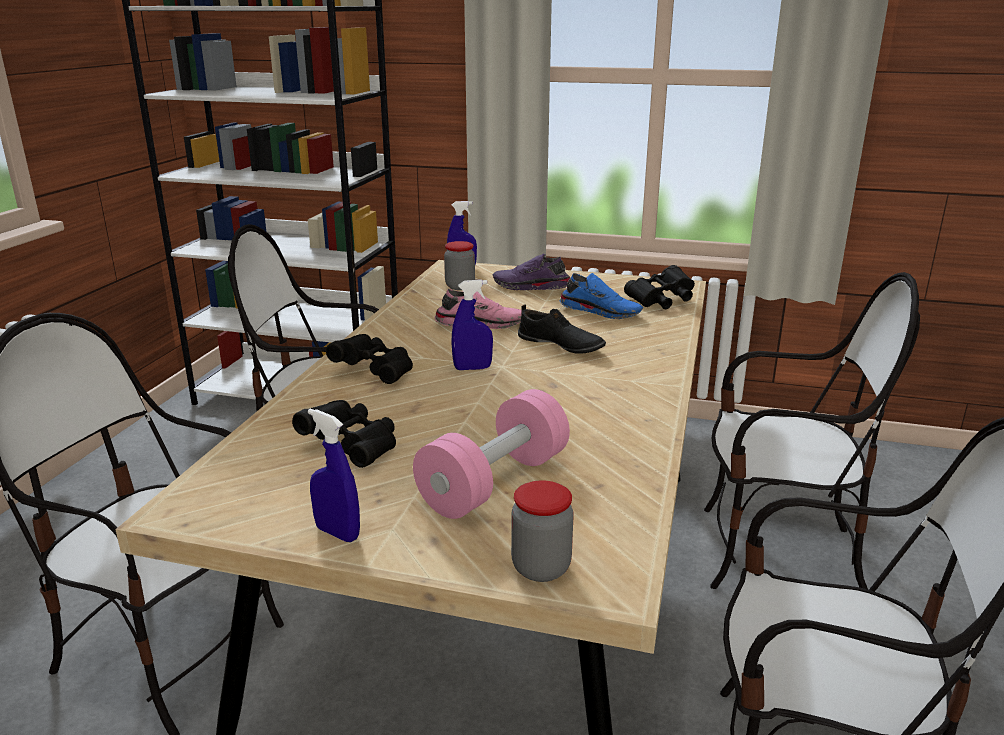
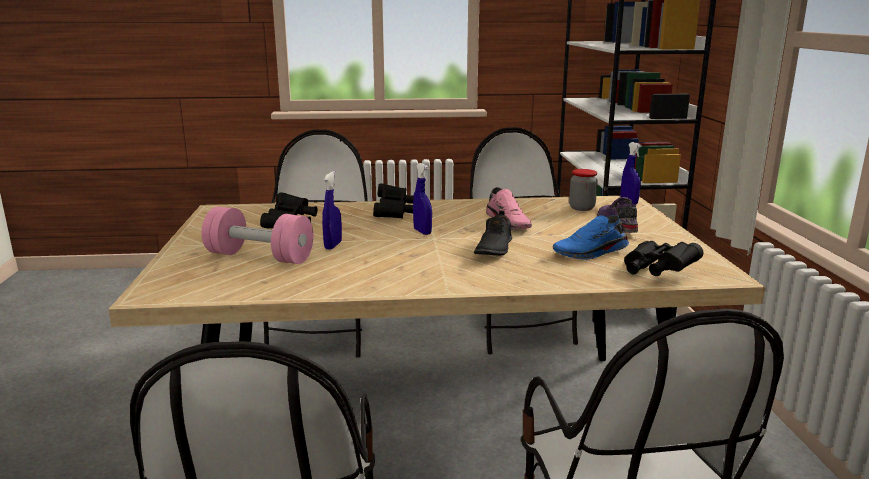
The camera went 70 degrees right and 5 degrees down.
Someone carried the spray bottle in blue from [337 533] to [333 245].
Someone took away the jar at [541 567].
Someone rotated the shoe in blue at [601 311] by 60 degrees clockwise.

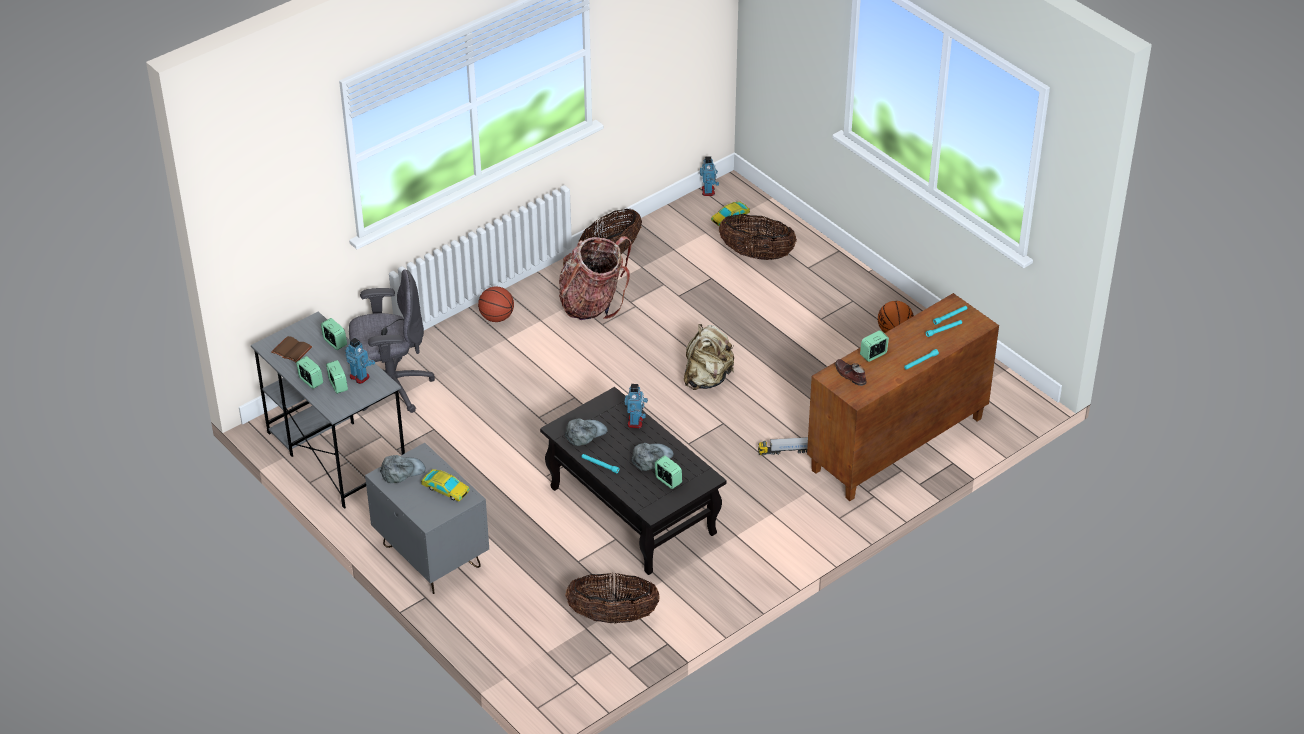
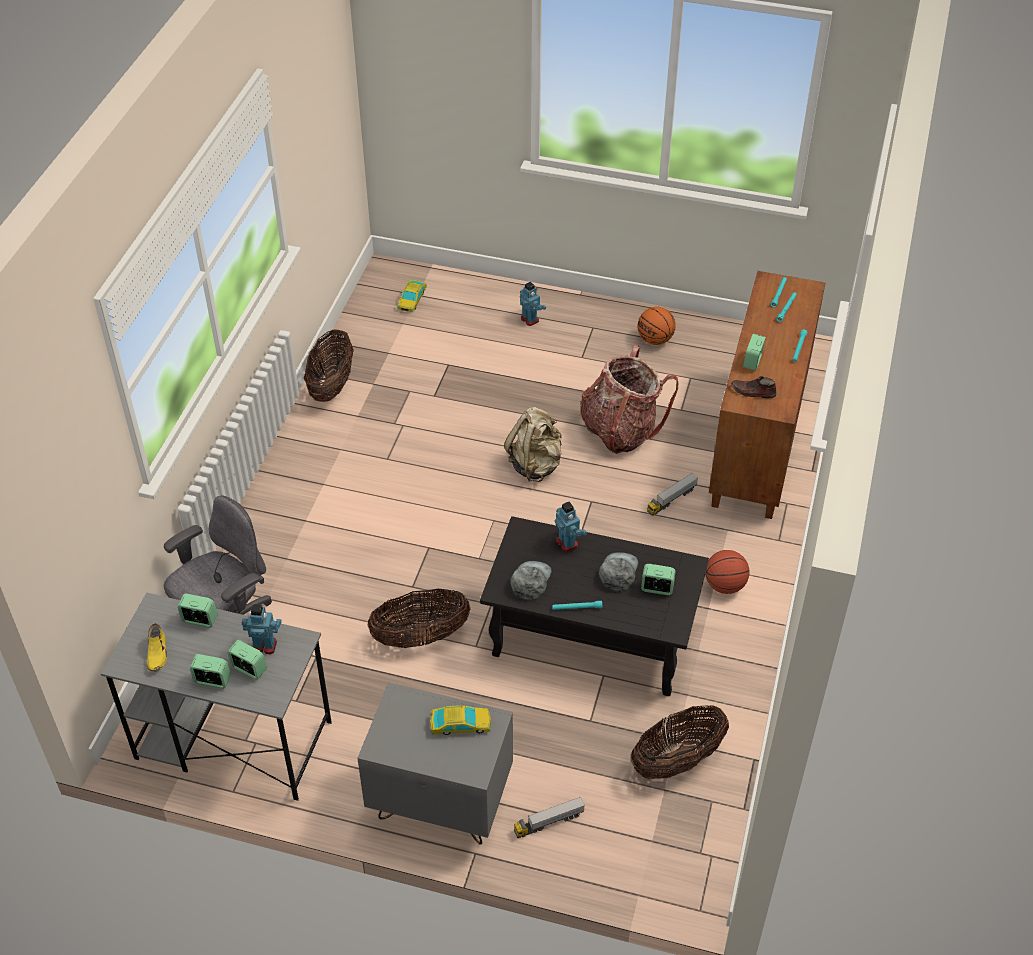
The camera went 35 degrees left and 5 degrees up.
Someone swapped the book in brown at [293 350] for the shoe in yellow at [157 653].
Someone took away the cap in grey at [402 471].
Someone carried the basketball from [497 317] to [725 585].
Someone carried the backpack from [593 303] to [621 430].
Someone carried the toy robot from [708 191] to [530 319].
Someone carried the basket from [756 254] to [420 637].
Someone put down the toy truck at [548 822].

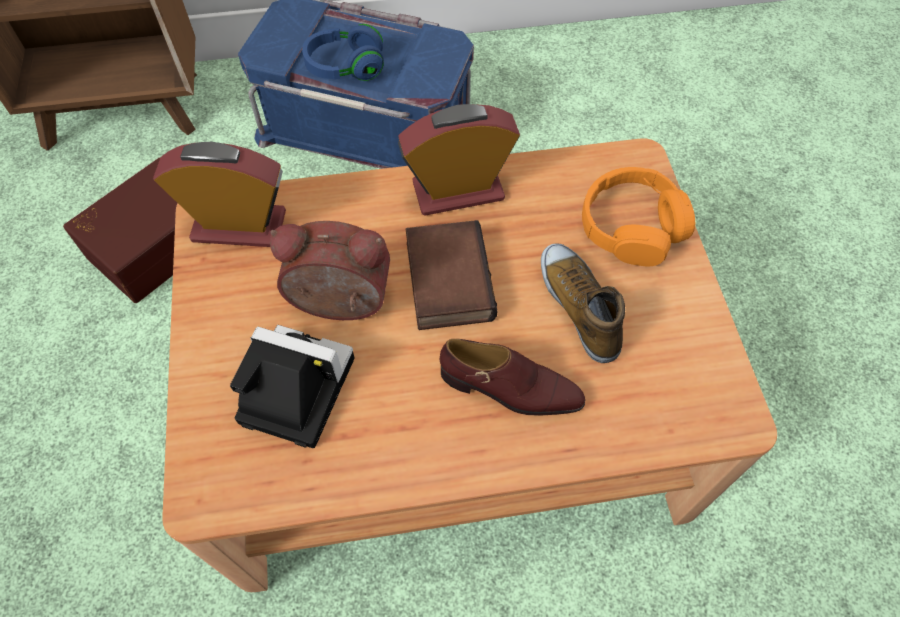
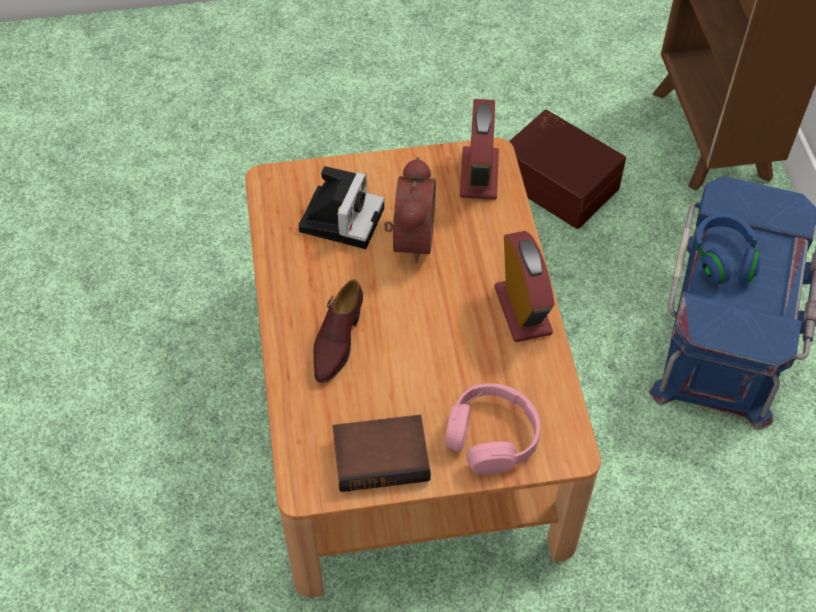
The camera went 90 degrees right and 5 degrees down.
Someone carried the book from [445 280] to [382 456].
Someone took away the shoe at [579 306].
Someone repainted the headphones in orange at [632 226], which became the headphones in pink at [491 436].

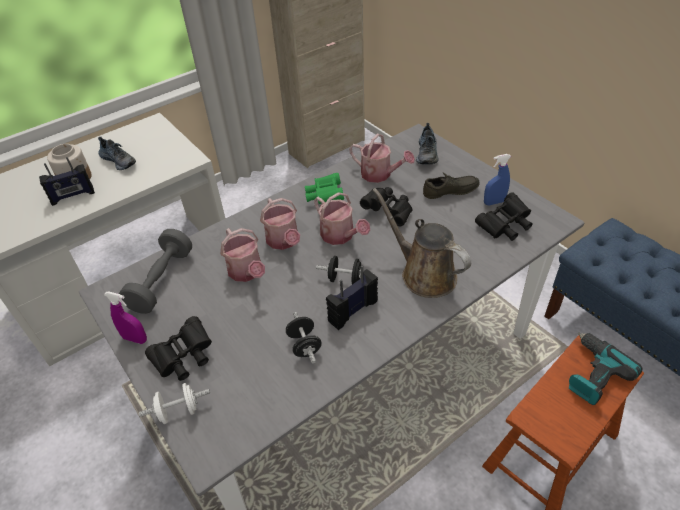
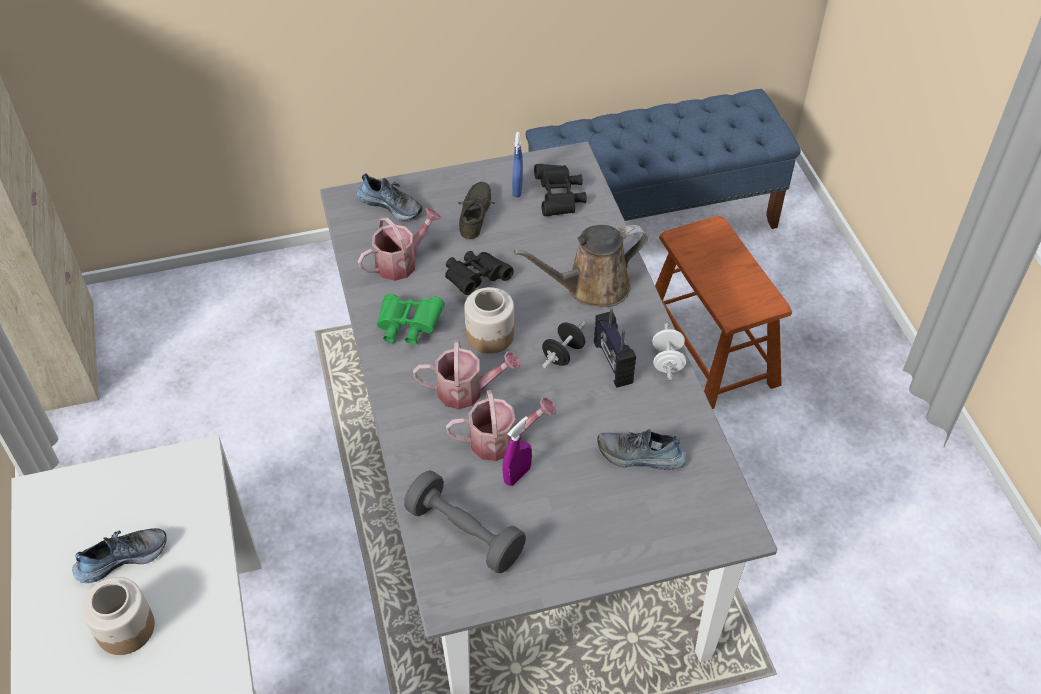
The camera went 70 degrees left and 5 degrees up.
Someone took away the radio at [73 196].
Someone carried the spray bottle in purple from [135 339] to [517 475].
Someone carried the dumbbell in white from [179 411] to [667 361].
Someone took away the binoculars in black at [184 358].
Someone took away the dumbbell in black at [304 345].
Someone swapped the watering can at [340 236] for the jar at [490 335].
Someone took away the power drill at [592 373].
Someone put down the shoe at [640 456].

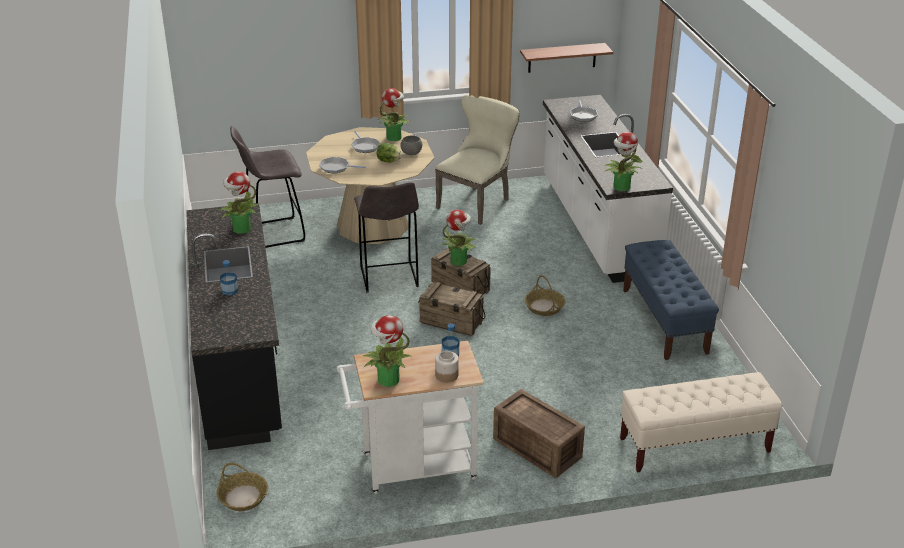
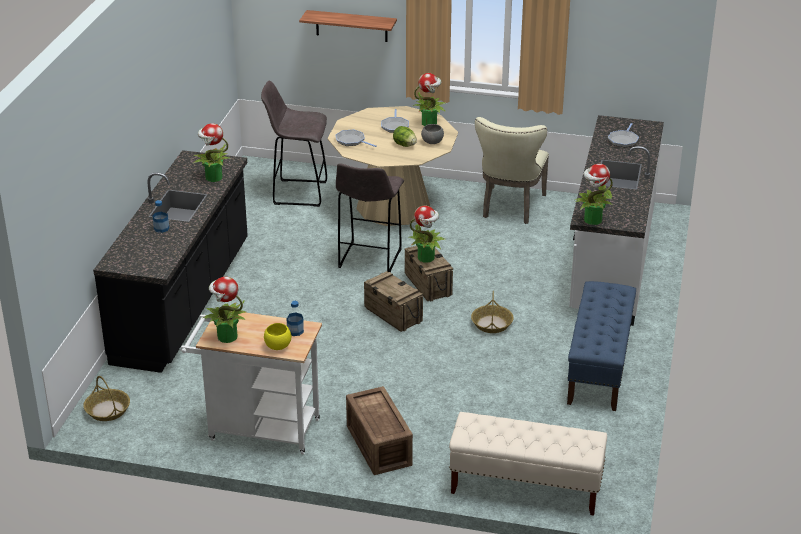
The camera went 25 degrees right and 0 degrees up.
Someone rotated the chair in beige at [477 202] by 135 degrees clockwise.
Someone swapped the jar at [446 375] for the bowl in yellow at [277 346].
Someone carried the shelf from [562 57] to [351 26].

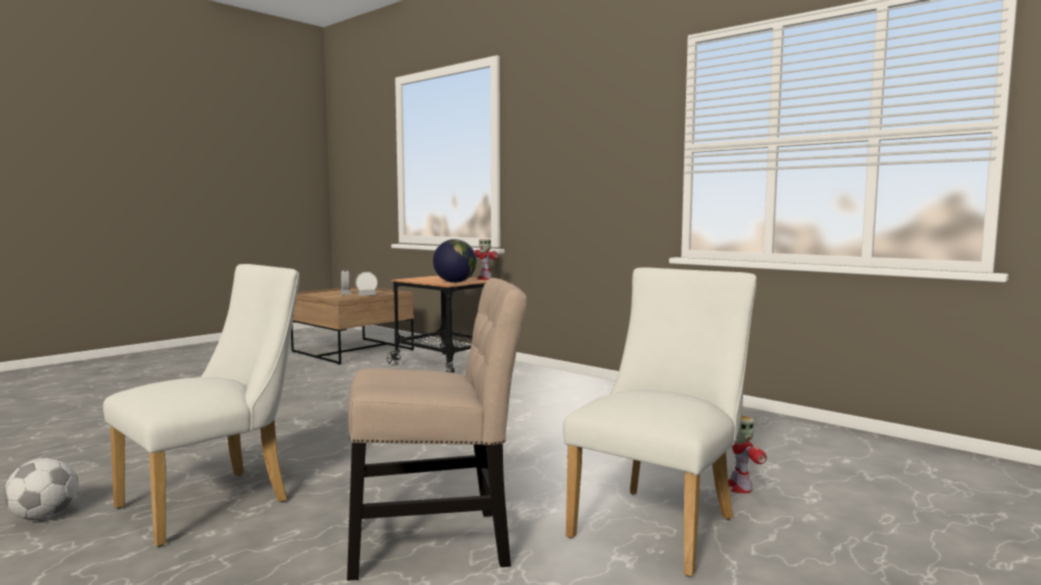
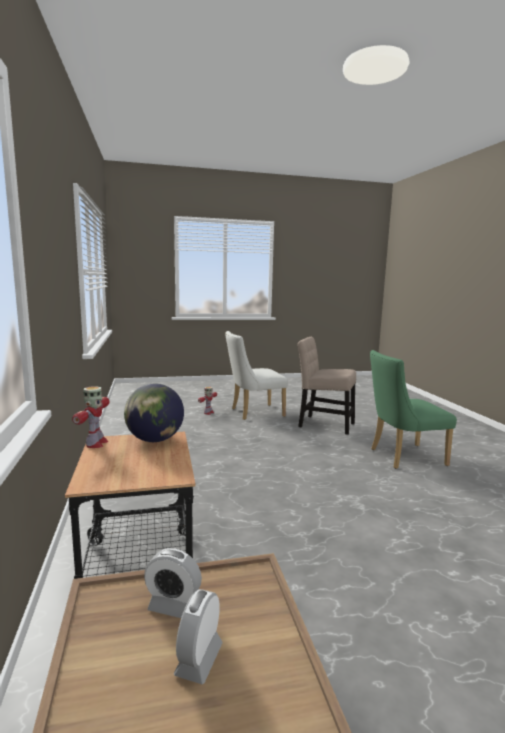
The camera went 145 degrees left and 5 degrees up.
Someone took away the football at [44 517].
Someone repainted the chair in white at [216 501], which became the chair in green at [402 457].

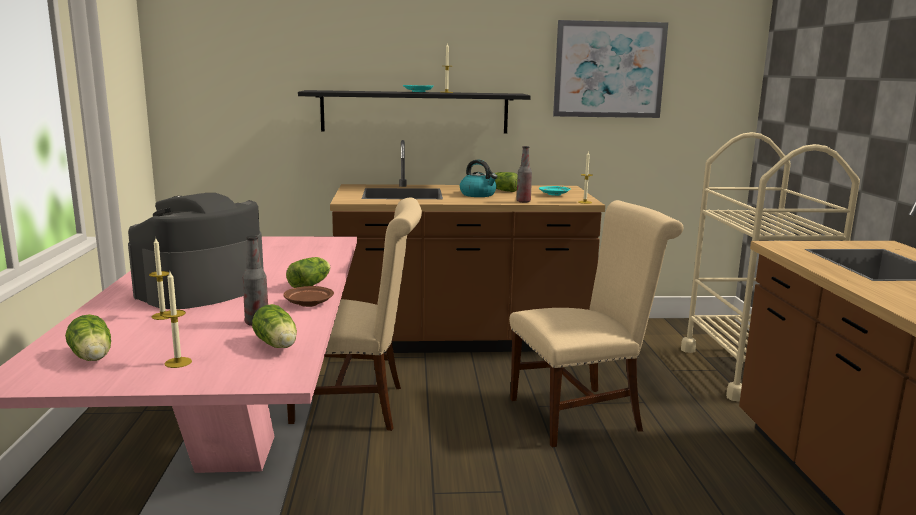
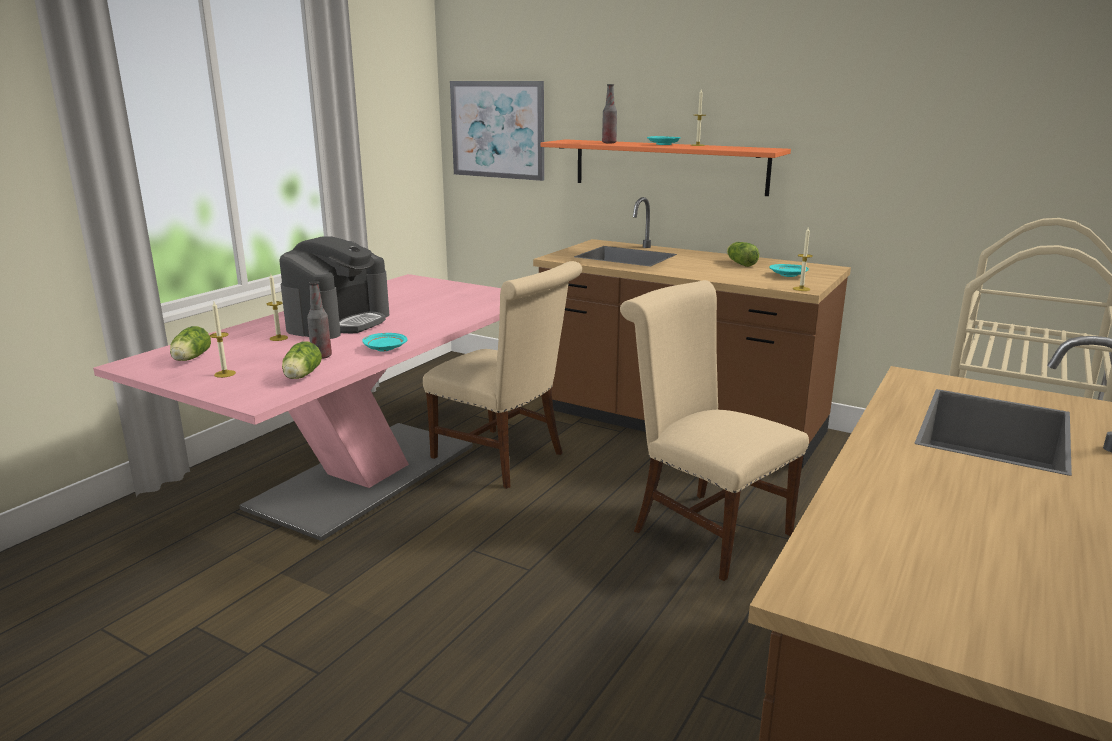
The camera went 35 degrees right and 5 degrees up.
Someone rotated the coffee machine at [202 289] by 135 degrees clockwise.
Someone repainted the plate in brown at [308 303], which became the plate in turquoise at [384 348].
Someone took away the lettuce at [311 284].
Someone repainted the shelf in black at [415 112], which became the shelf in orange at [668 166].
Someone took away the kettle at [478 195].
Someone rotated the chair in beige at [582 413] by 150 degrees counterclockwise.
Someone carried the bottle from [523 201] to [609 143].
Someone carried the picture from [609 70] to [497 129].

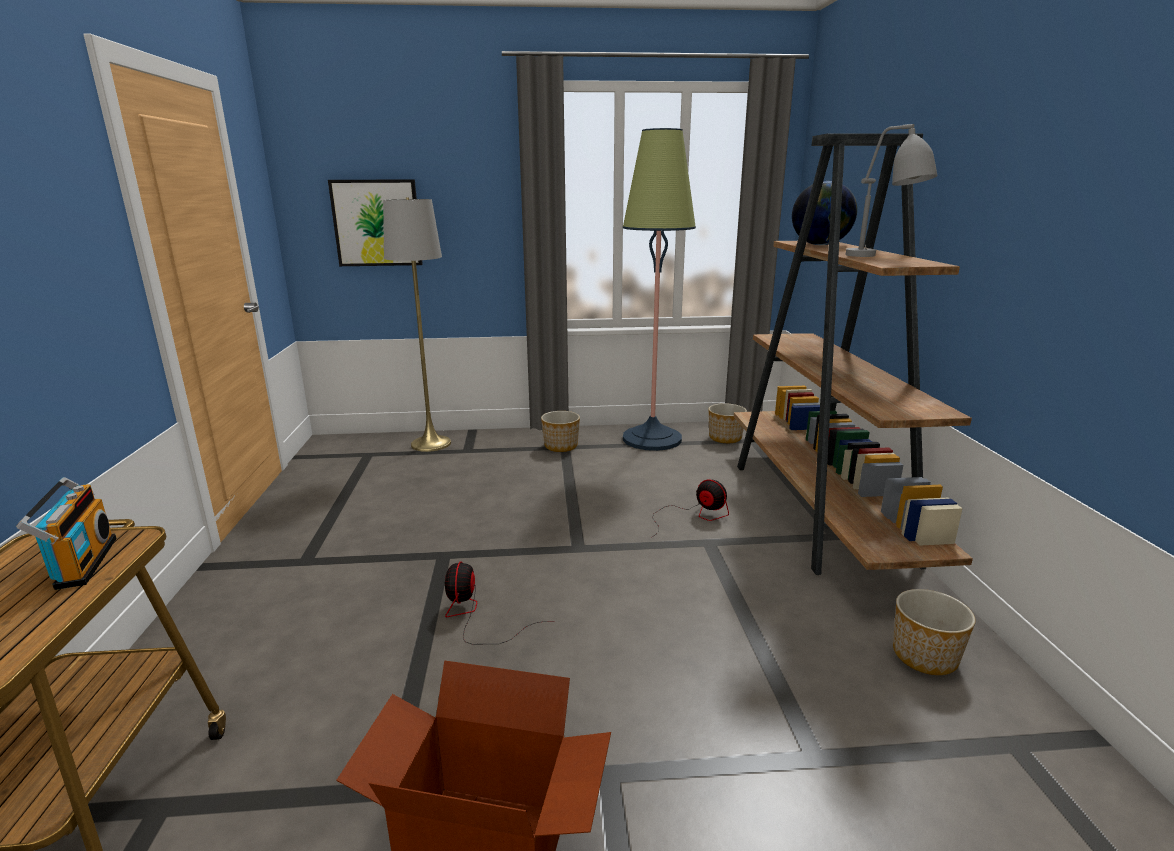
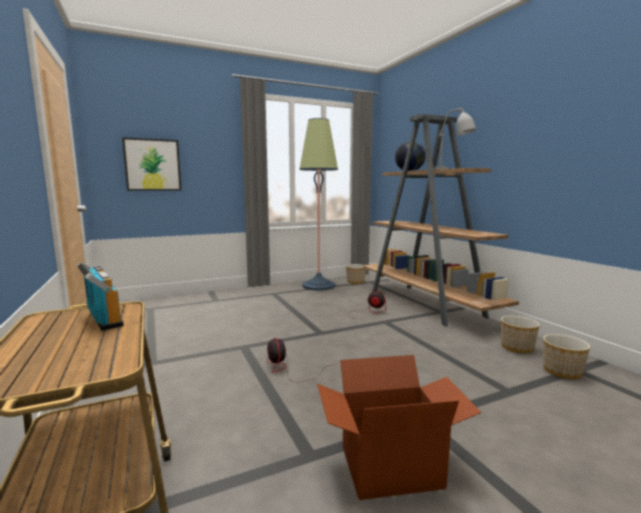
The camera went 20 degrees left and 10 degrees down.
Someone took away the floor lamp in grey at [431 444].
Someone carried the planter from [560 446] to [562 372].

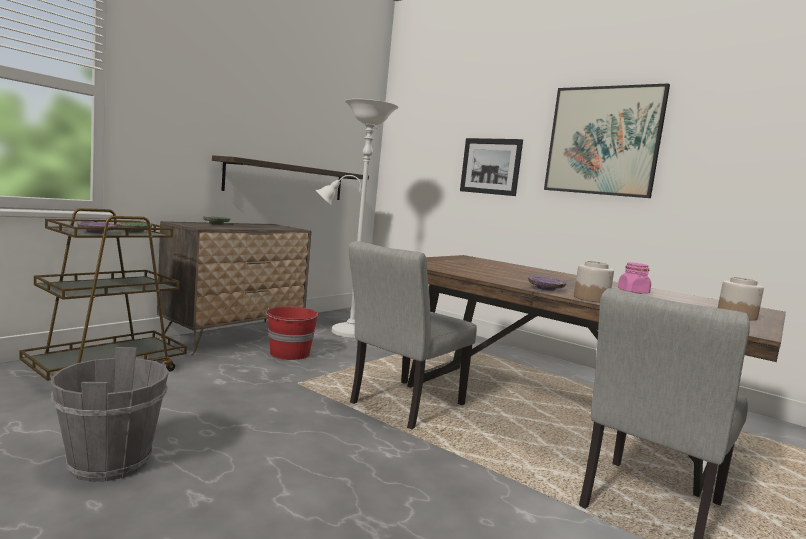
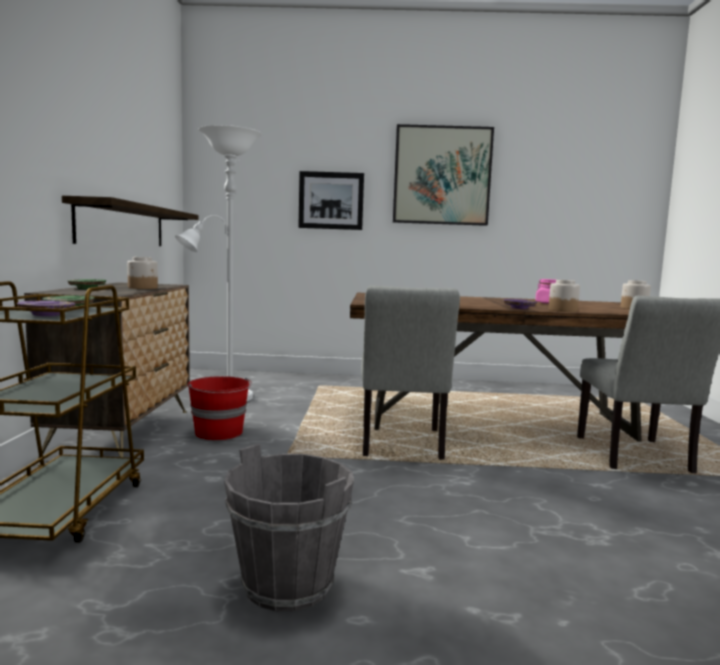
The camera went 35 degrees left and 0 degrees up.
Someone put down the jar at [143 288].

